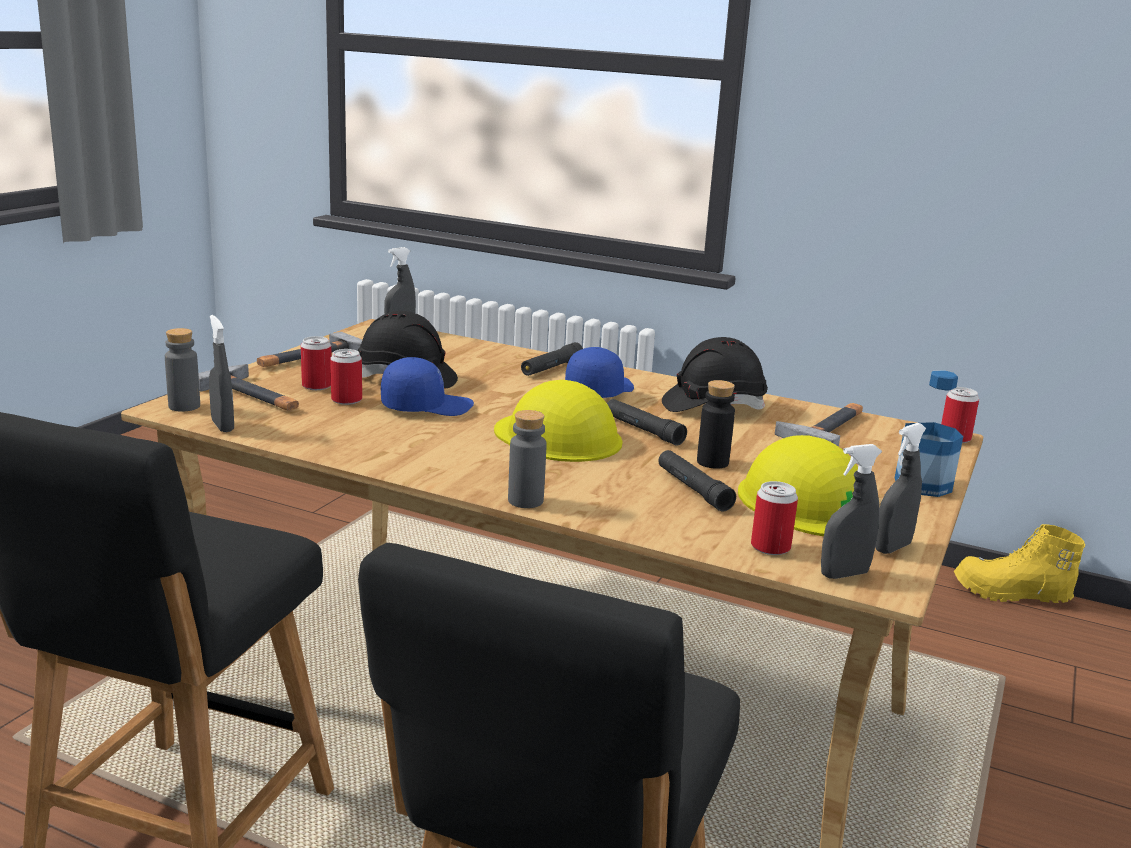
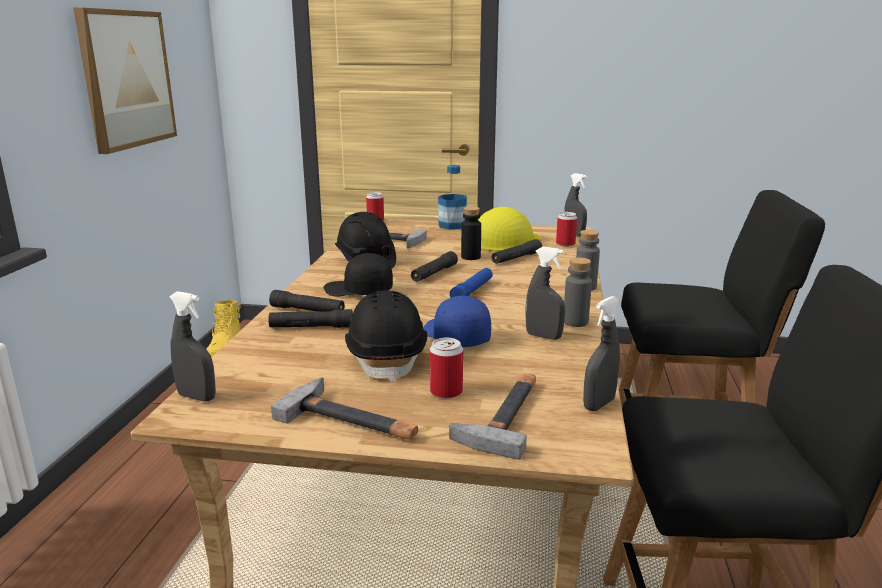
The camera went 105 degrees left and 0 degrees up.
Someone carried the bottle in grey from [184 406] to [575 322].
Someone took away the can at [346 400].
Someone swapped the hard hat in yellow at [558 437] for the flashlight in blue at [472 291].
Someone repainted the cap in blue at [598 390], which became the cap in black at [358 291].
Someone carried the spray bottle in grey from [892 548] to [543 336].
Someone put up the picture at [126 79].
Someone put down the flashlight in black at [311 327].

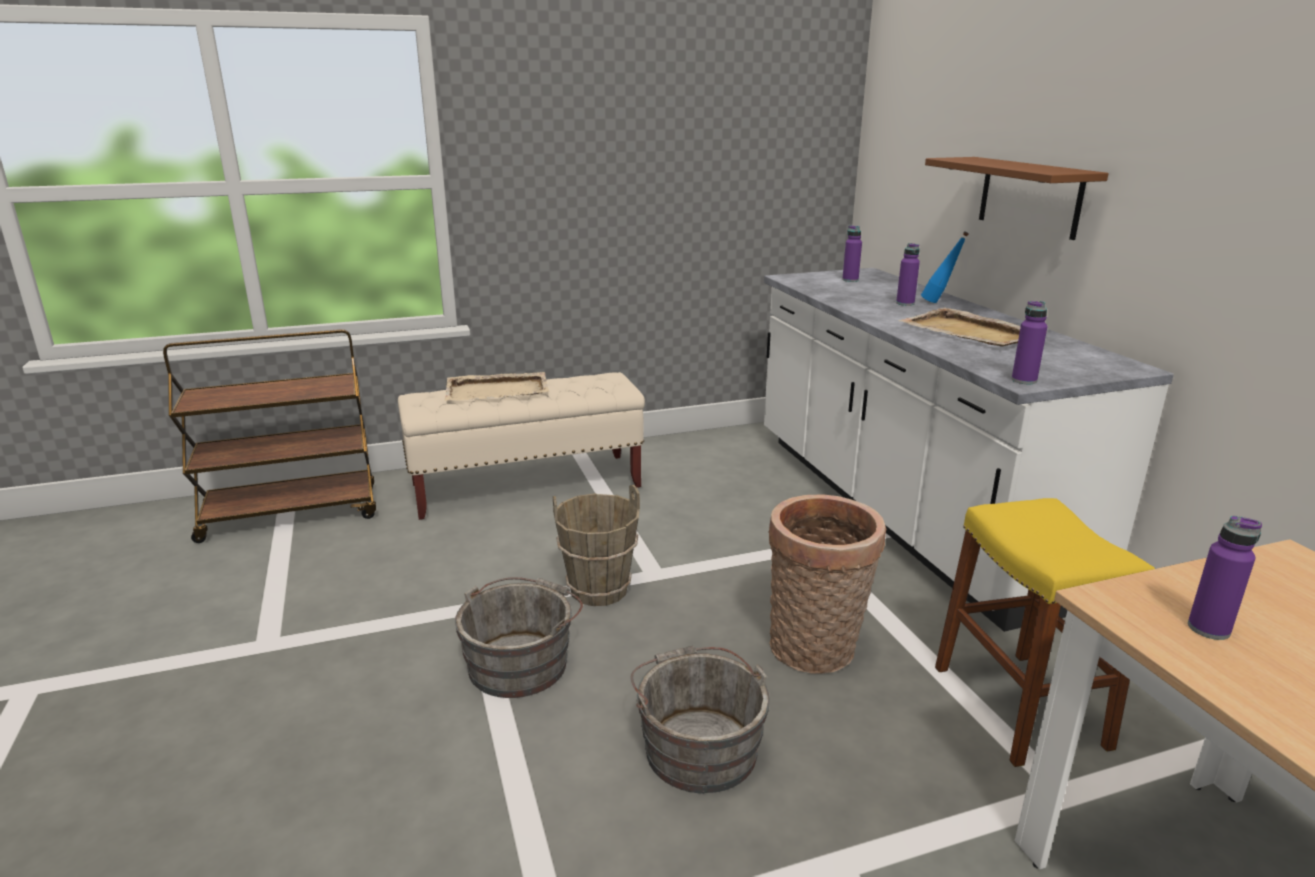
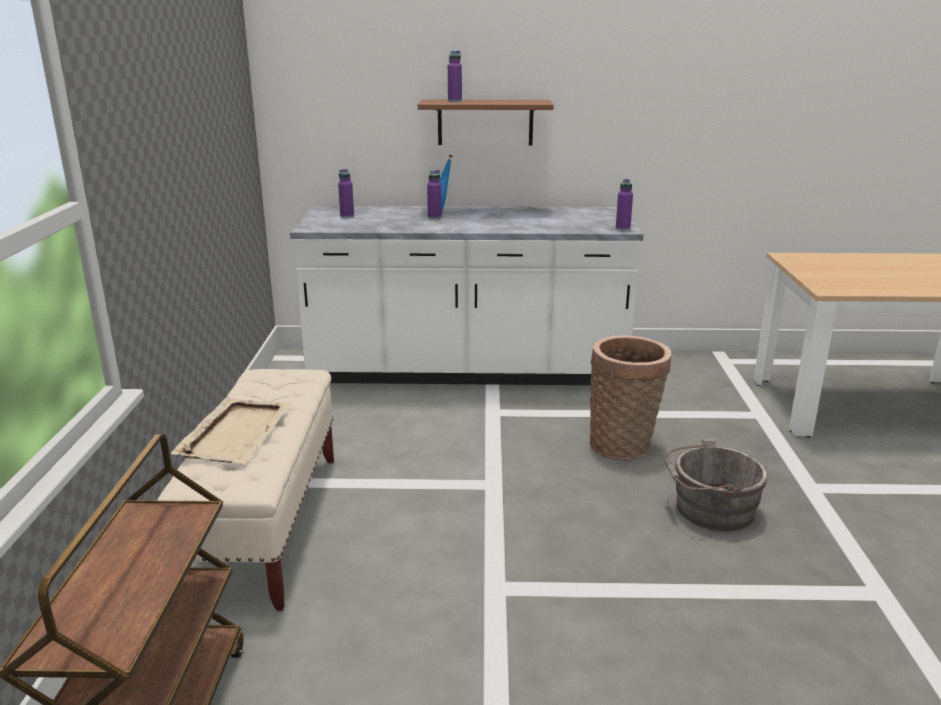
The camera went 70 degrees left and 0 degrees up.
Someone took away the bucket in grey at [522 662].
Someone took away the bucket in brown at [599 590].
Someone took away the tray in beige at [970 332].
Someone took away the stool in yellow at [1019 706].
Someone carried the bottle in purple from [1208 629] to [454 101].

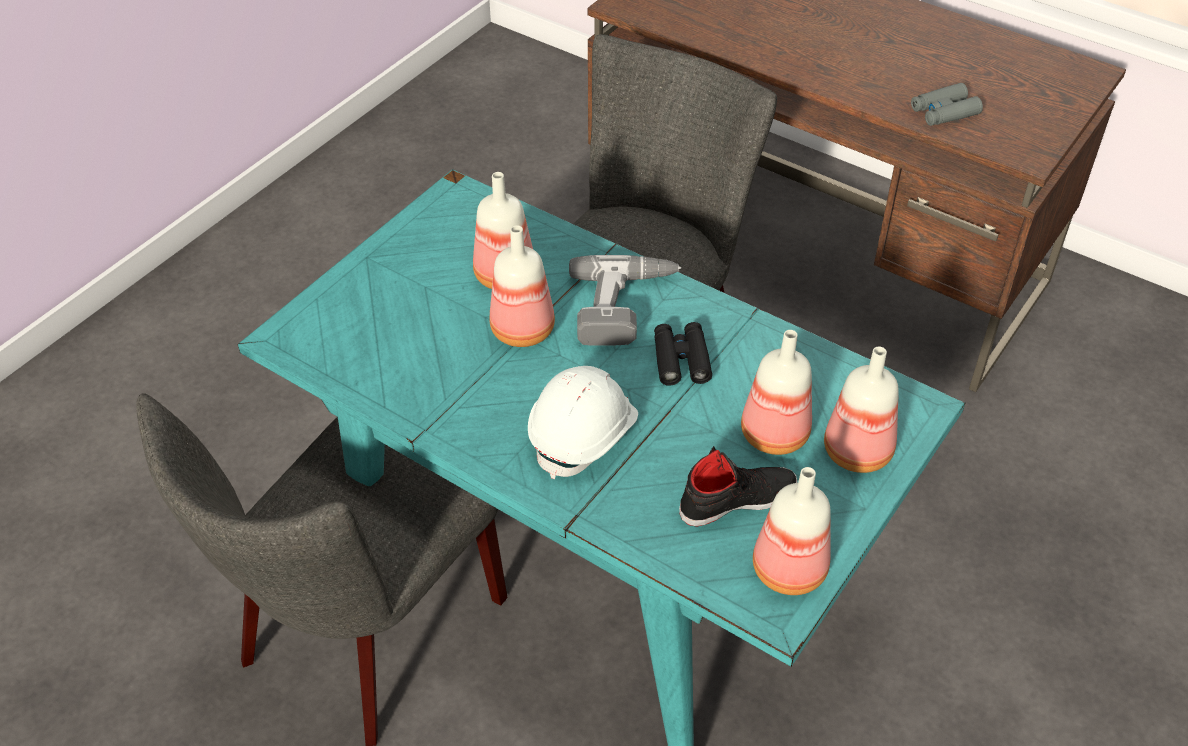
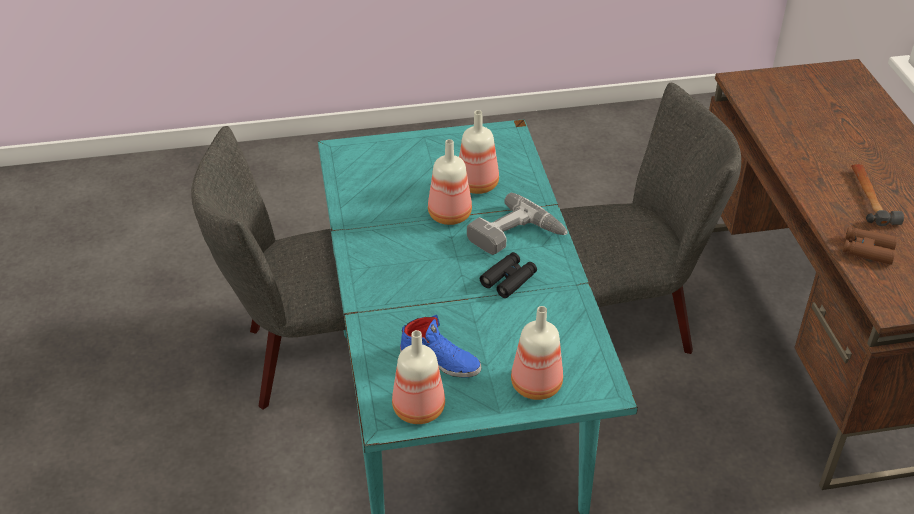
The camera went 45 degrees right and 5 degrees down.
Someone took away the hard hat in white at [584 435].
Someone repainted the shoe in black at [737 499], which became the shoe in blue at [440 360].
Someone took away the bottle at [772 435].
Someone repainted the binoculars in grey at [944 112], which became the binoculars in brown at [867 250].
Someone put down the hammer at [870 198].

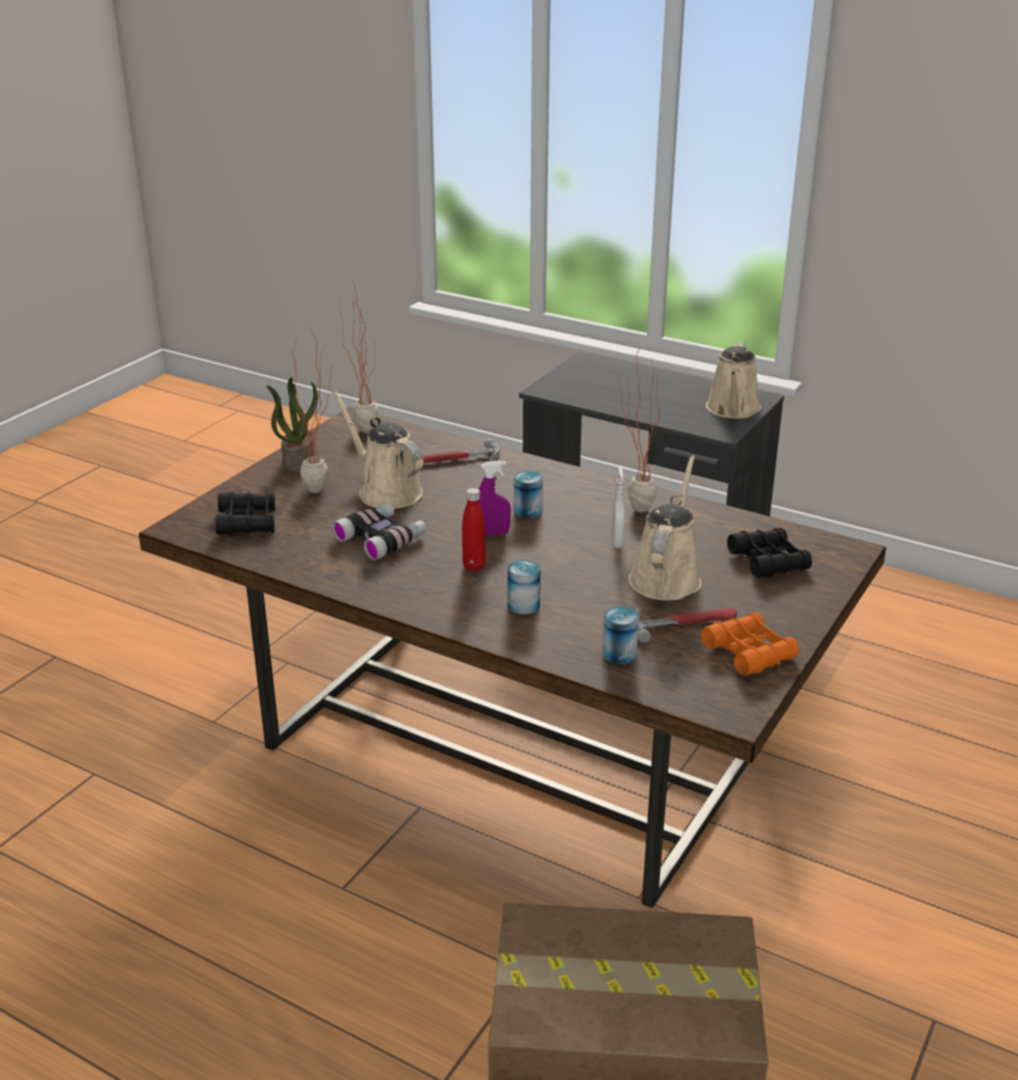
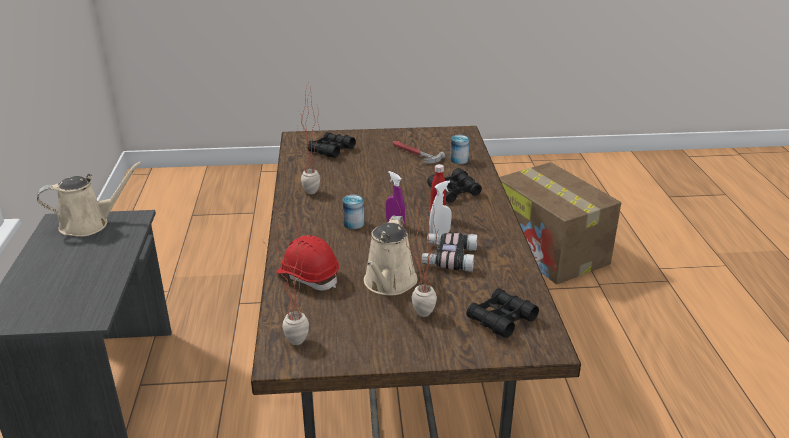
The camera went 125 degrees left and 0 degrees up.
Someone took away the potted plant at [298 460].
Someone swapped the hammer at [456 459] for the hard hat in red at [308 276].
Someone swapped the can at [523 605] for the binoculars in black at [454 191].
Someone carried the spray bottle in white from [617 542] to [440 234].
Someone took away the watering can in beige at [666 577].
Someone took away the binoculars in orange at [749 653].

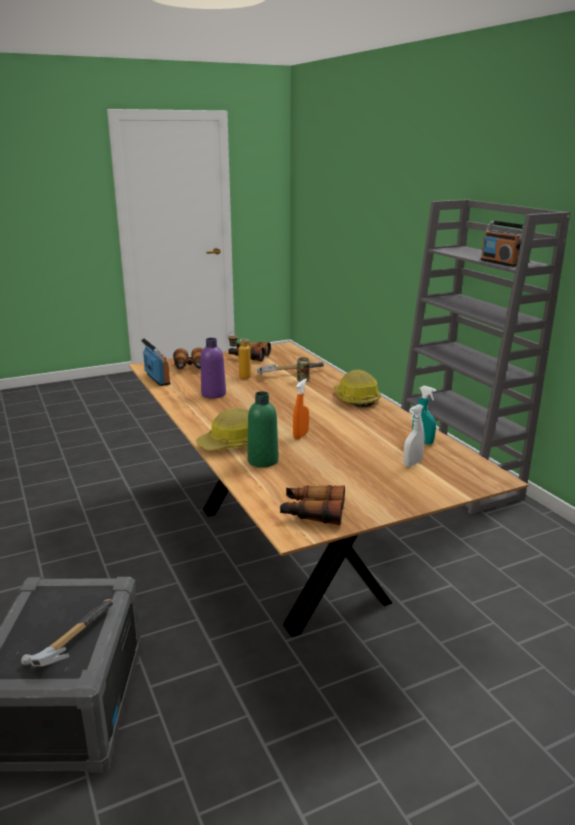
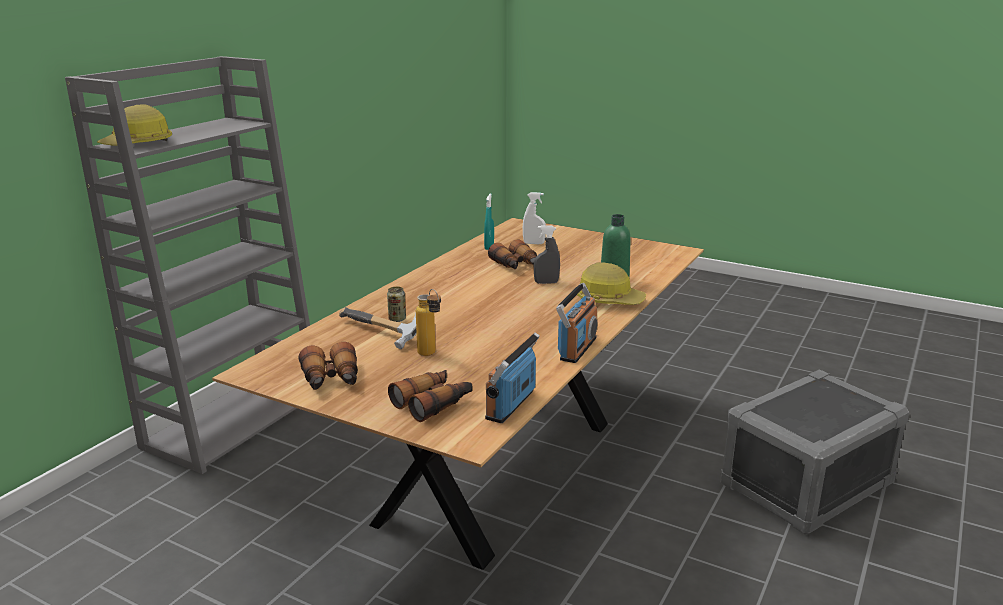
The camera went 125 degrees left and 0 degrees up.
Someone took away the hammer at [70 641].
Someone took away the bottle in purple at [213 394].
Someone carried the binoculars from [312 513] to [516 265].
Someone repainted the spray bottle in orange at [300 435], which became the spray bottle in grey at [546 282].
Someone carried the hard hat from [355 399] to [138 145].
Someone carried the radio from [500 263] to [577 348].

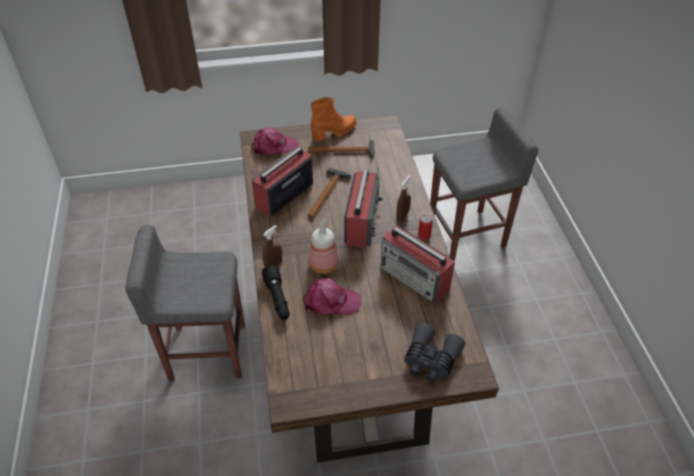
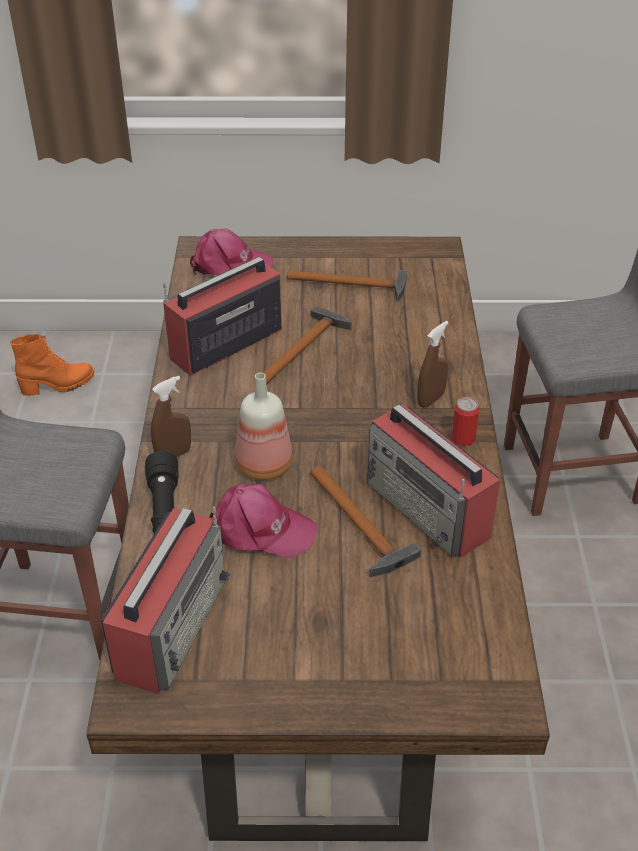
The camera went 10 degrees right and 5 degrees down.
Someone carried the boot in orange from [334 132] to [58 385].
Someone carried the radio from [362 222] to [172 625].
Someone took away the binoculars in grey at [430 359].
Someone put down the hammer at [359 525].

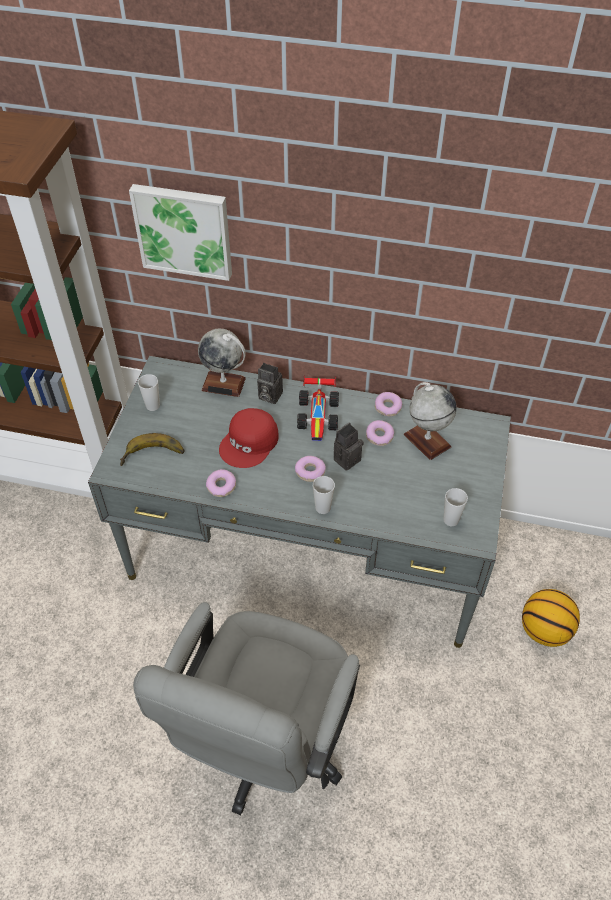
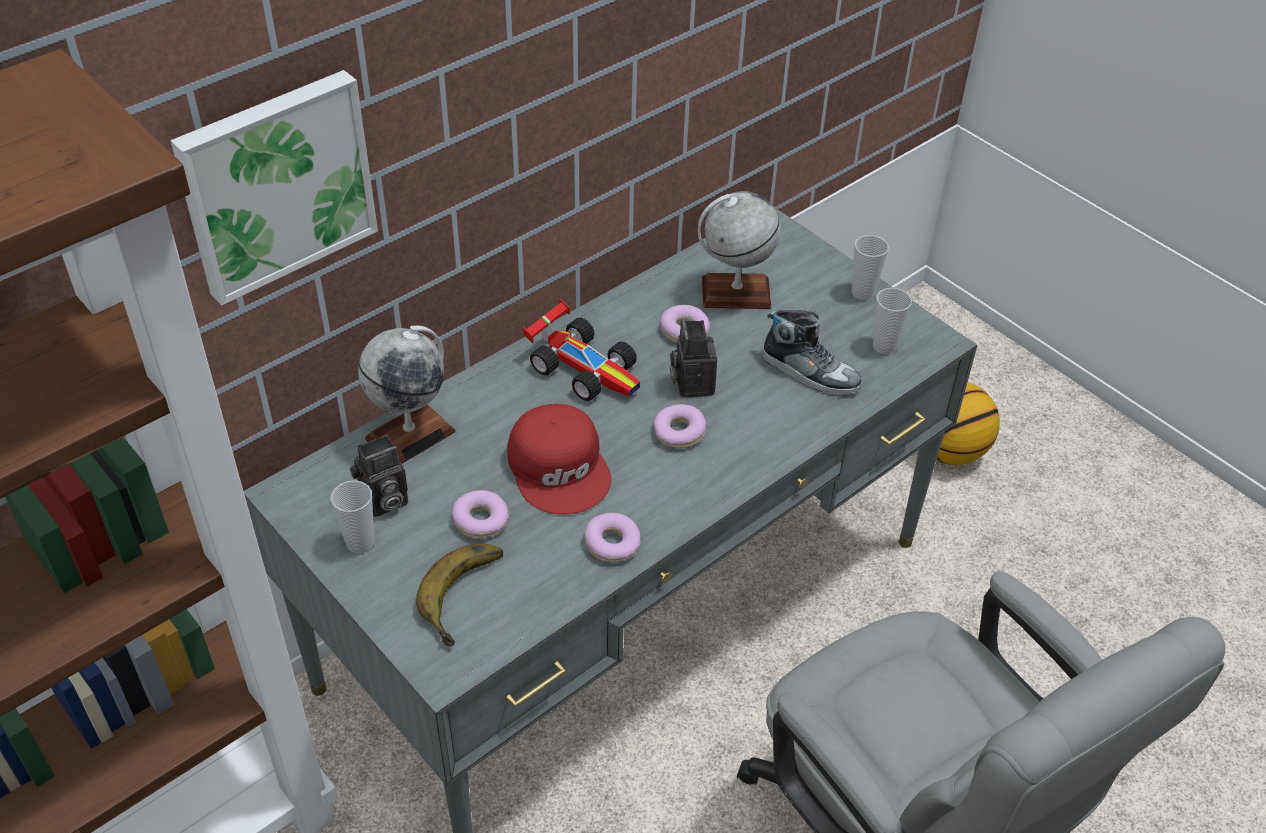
The camera went 55 degrees left and 5 degrees down.
Someone carried the photo camera from [268 396] to [383 501].
Someone carried the cup from [323 508] to [863 292].
Someone carried the donut from [387 407] to [481 521].
Someone put down the shoe at [810 372].

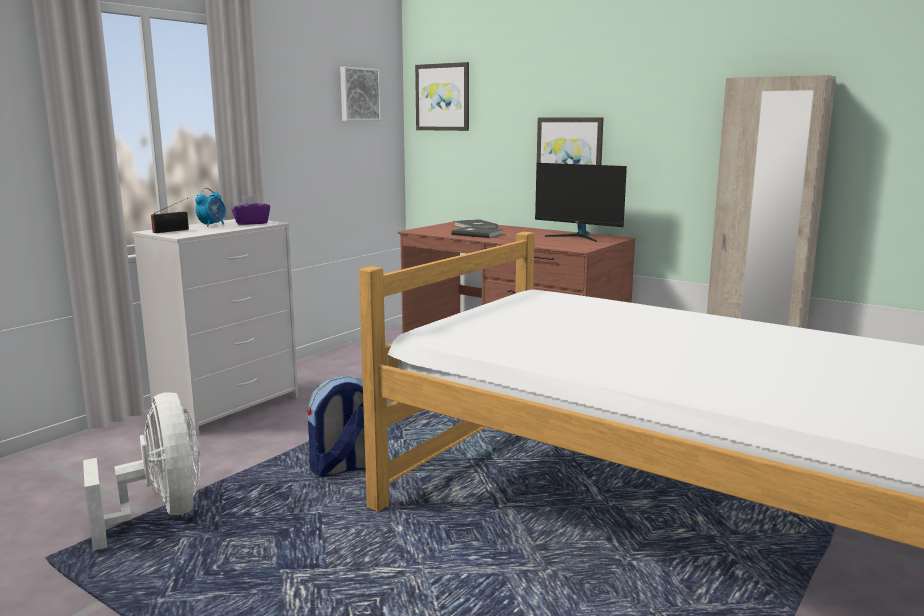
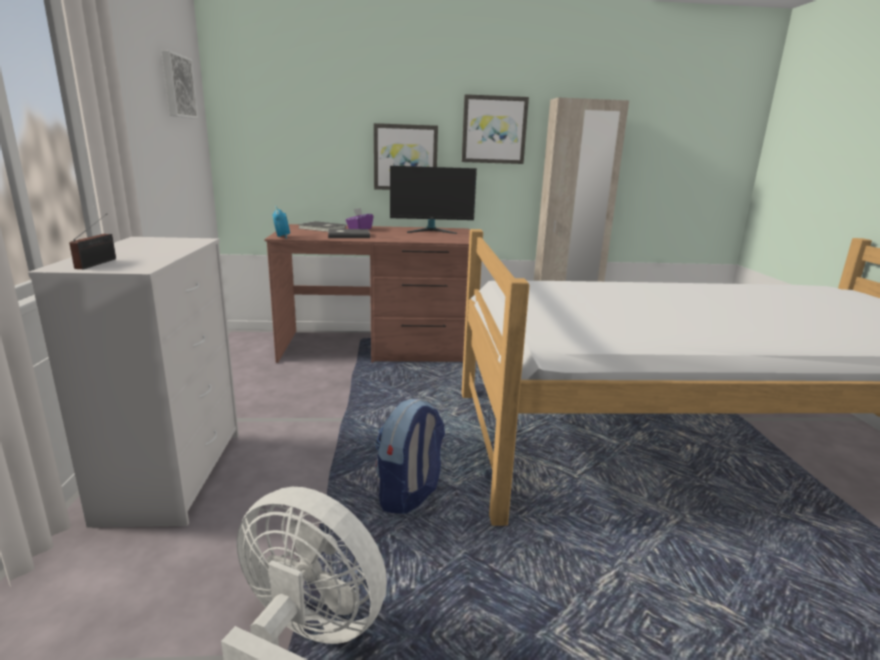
The camera went 40 degrees left and 5 degrees up.
Someone carried the alarm clock from [212 225] to [282 237].
Someone carried the tissue box in purple from [251 223] to [359 229].
Someone carried the picture from [443 97] to [494 130].

